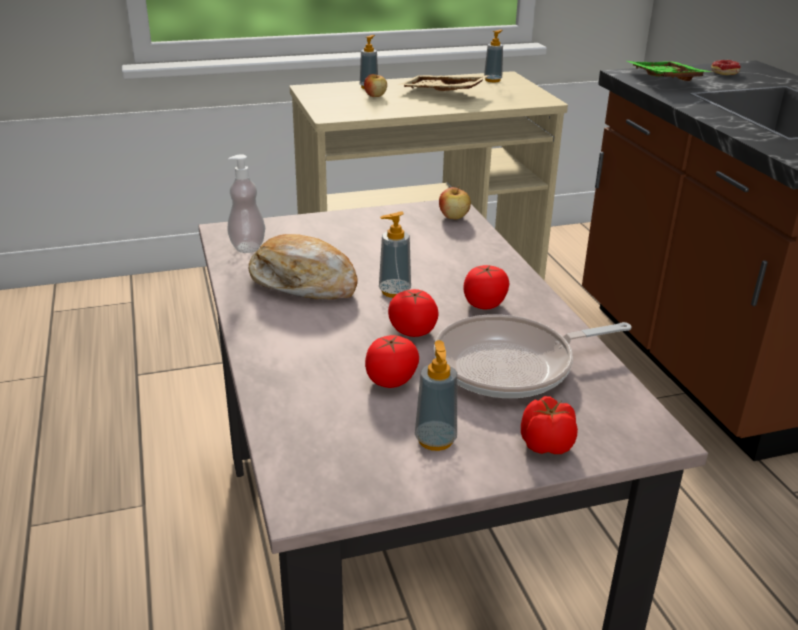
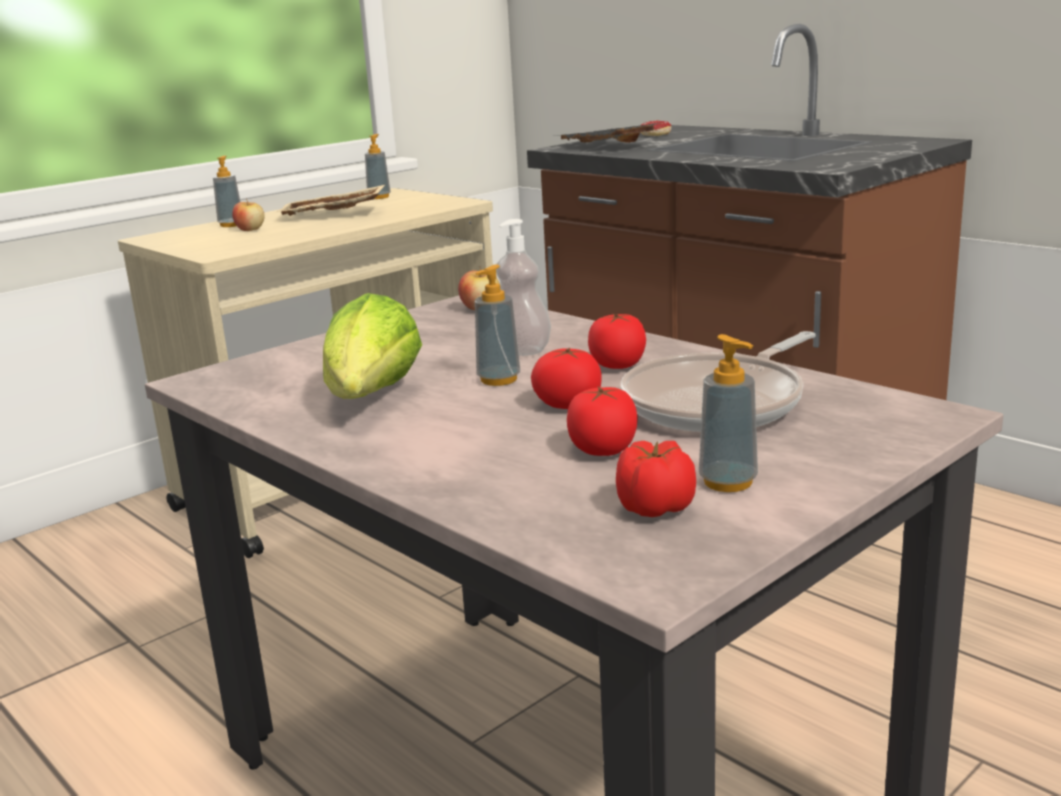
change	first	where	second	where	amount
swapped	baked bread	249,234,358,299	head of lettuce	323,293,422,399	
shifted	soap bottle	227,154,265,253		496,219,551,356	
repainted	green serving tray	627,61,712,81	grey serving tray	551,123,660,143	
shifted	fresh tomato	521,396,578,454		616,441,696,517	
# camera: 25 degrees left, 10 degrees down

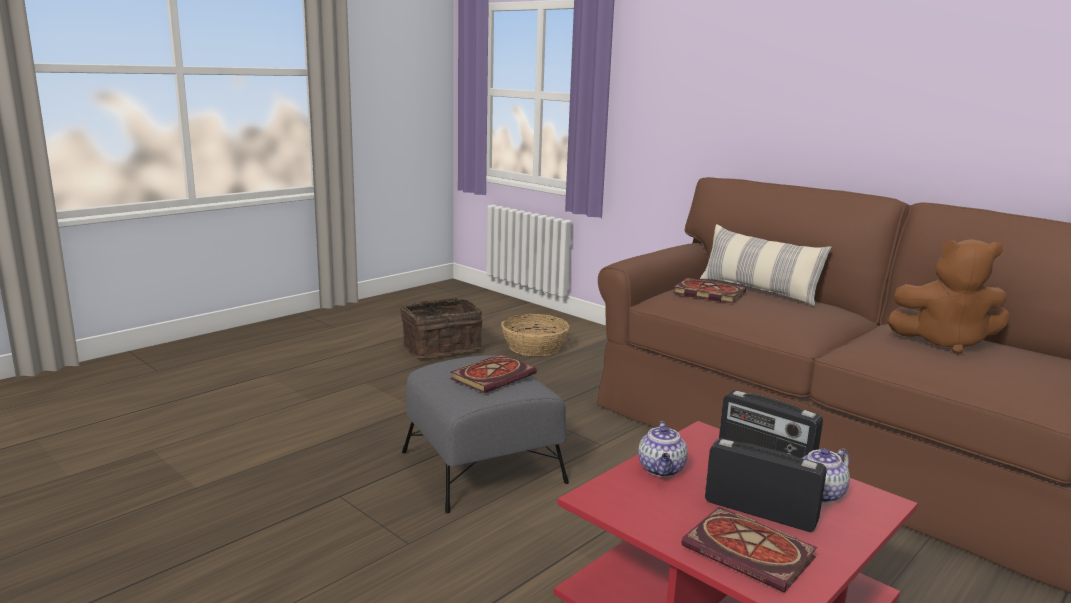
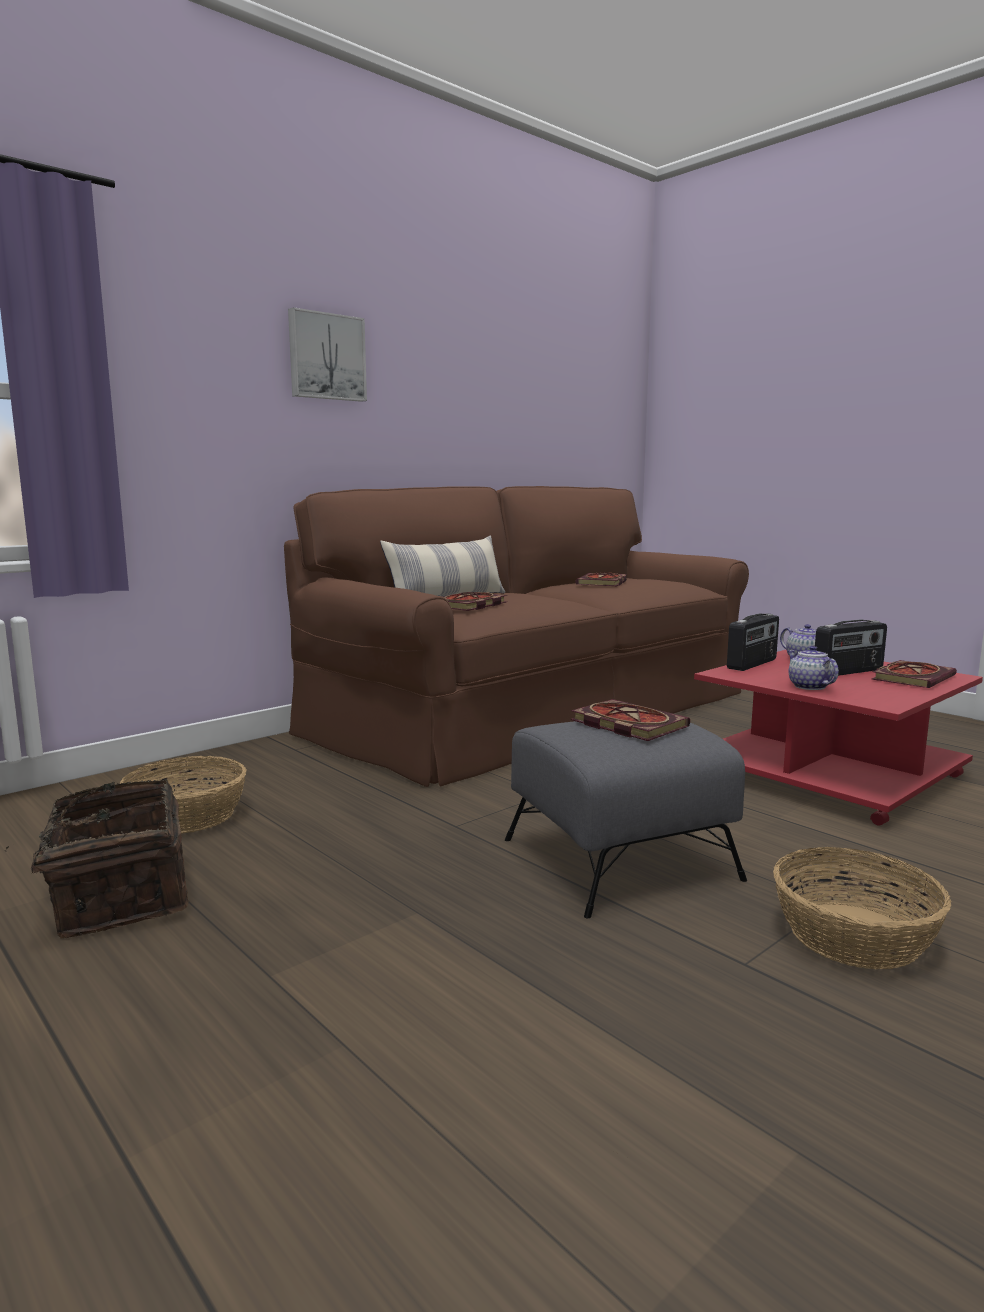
change	first	where	second	where	amount
new			wall picture	288,307,367,402	
swapped	brownish plush toy	887,239,1011,354	volume	576,572,627,586	
new			storage basket	773,847,951,969	
rotated	pot for tea	638,421,688,477		787,646,839,690	120 degrees counterclockwise
rotated	radio set	705,438,827,532		815,620,887,676	150 degrees counterclockwise
# camera: 85 degrees left, 5 degrees down

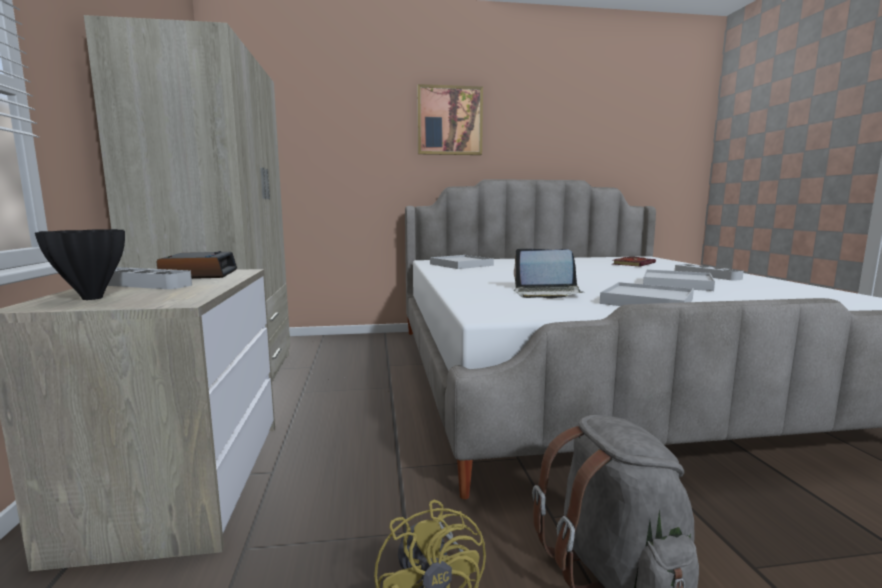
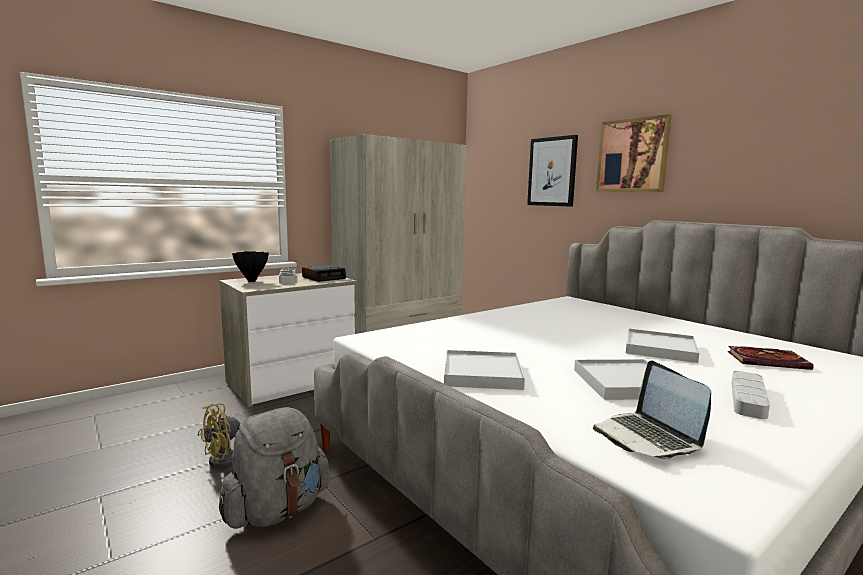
change	first	where	second	where	amount
new			wall picture	527,135,578,207	
shifted	notebook computer	514,249,582,299		593,361,711,460	
shifted	whitish serving tray	430,255,494,269		626,329,699,363	
# camera: 60 degrees right, 0 degrees up

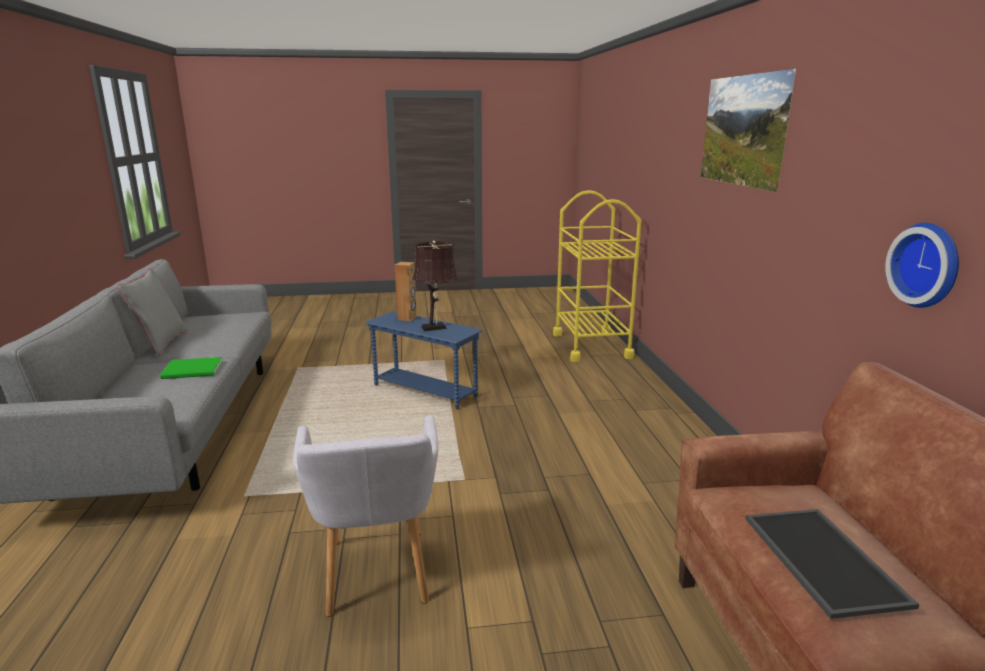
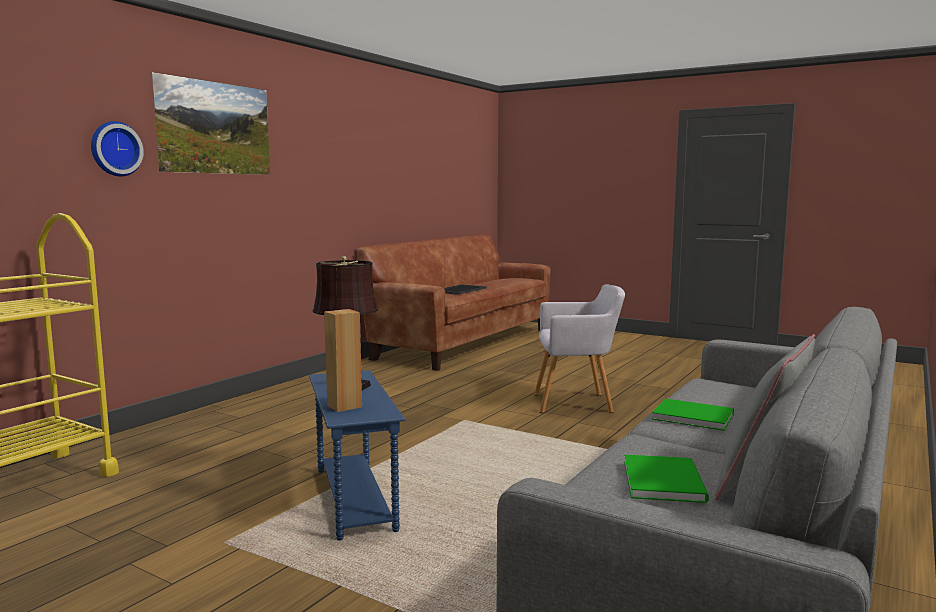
change	first	where	second	where	amount
shifted	clock on the wall	885,223,959,308		91,121,144,177	
rotated	grey lounge chair	293,415,438,617		534,284,625,413	60 degrees clockwise
new			green volume	624,454,709,503	
# camera: 140 degrees left, 10 degrees down

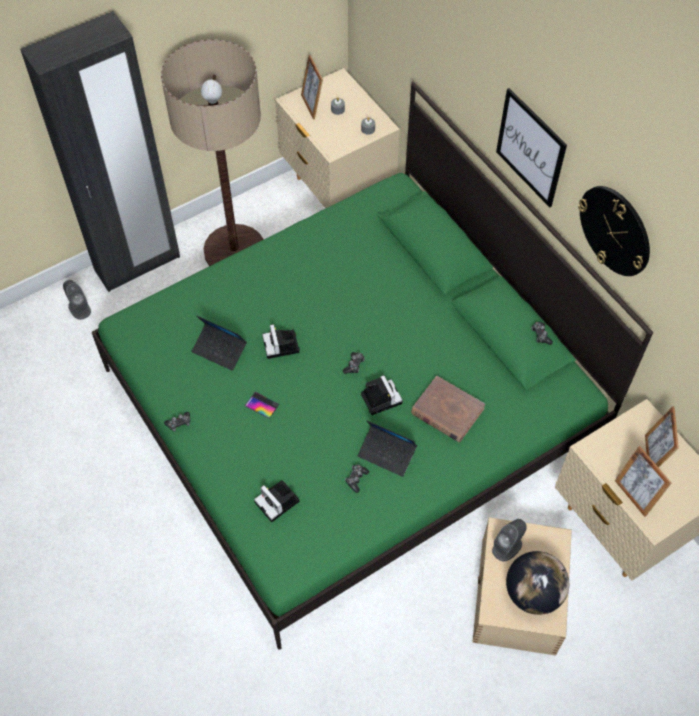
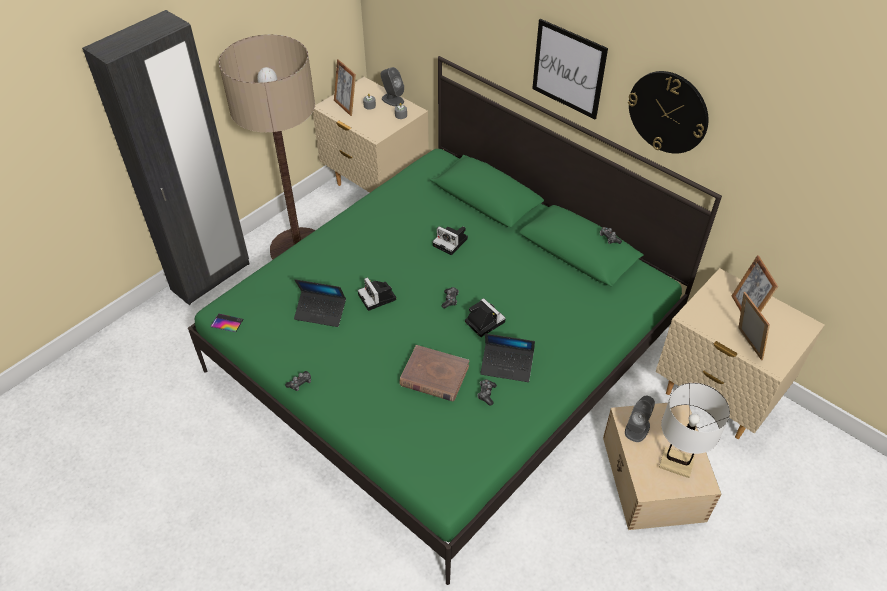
change	first	where	second	where	amount
shifted	handset	245,392,279,418		210,314,243,332	
shifted	grey loudspeaker	63,280,91,320		381,67,404,107	
shifted	brownish volume	411,376,485,442		399,345,469,402	
shifted	photo camera	254,480,299,522		432,226,468,255	
swapped	world globe	506,551,569,615	whitish tabletop lamp	659,383,730,478	
rotated	photo frame	615,446,671,517		738,292,770,360	150 degrees counterclockwise
# camera: 15 degrees left, 10 degrees down

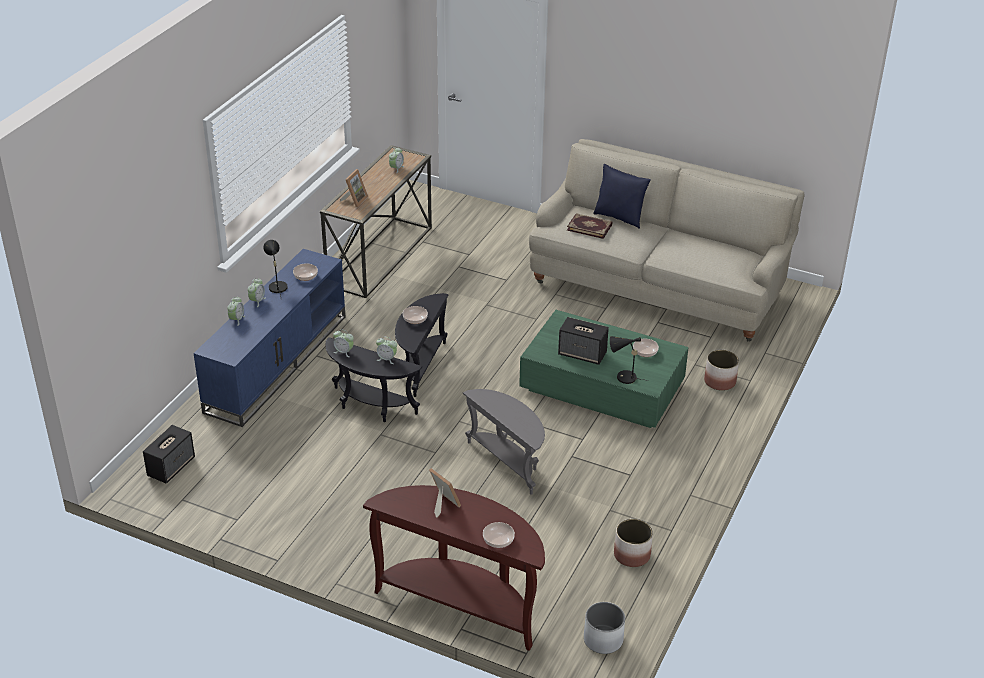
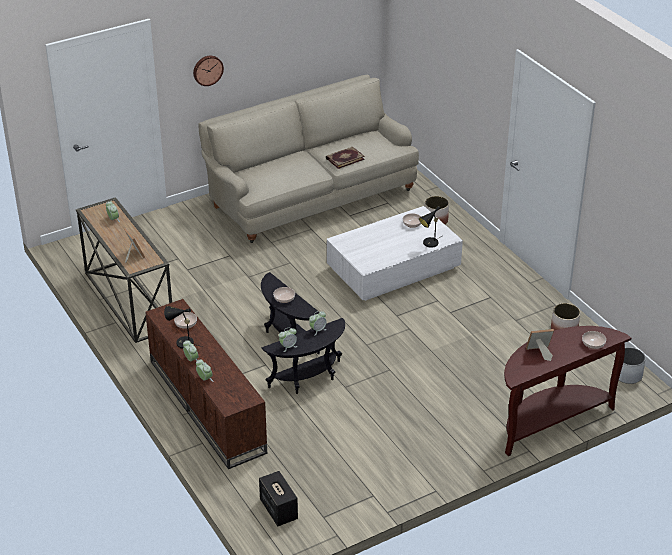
change	first	where	second	where	amount
repainted	blue tv unit	193,249,346,427	brownish tv unit	146,299,267,469	
new			clock on the wall	193,56,224,86	
shifted	volume	567,213,612,239		326,147,365,169	
repainted	green low table	519,310,688,428	whitish low table	327,206,463,301	
gone	grey accent table	463,389,545,495			
gone	loudspeaker	558,317,609,365			
gone	blue pillow	593,164,651,229			
# camera: 55 degrees left, 0 degrees up

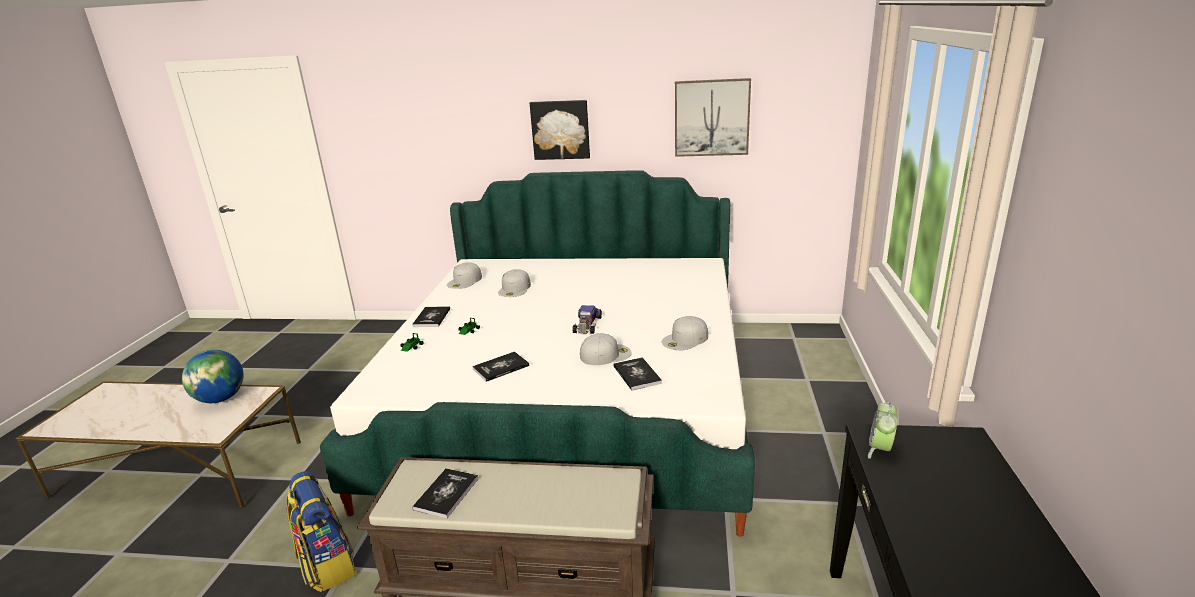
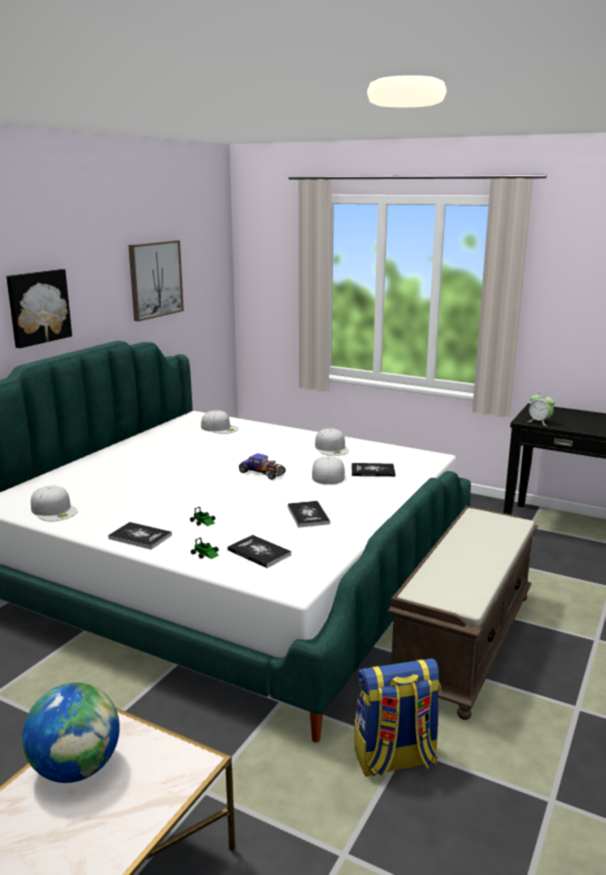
change	first	where	second	where	amount
shifted	whitish cap	498,269,531,297		201,410,239,434	
shifted	volume	412,468,478,518		227,535,291,568	
# camera: 70 degrees left, 5 degrees down

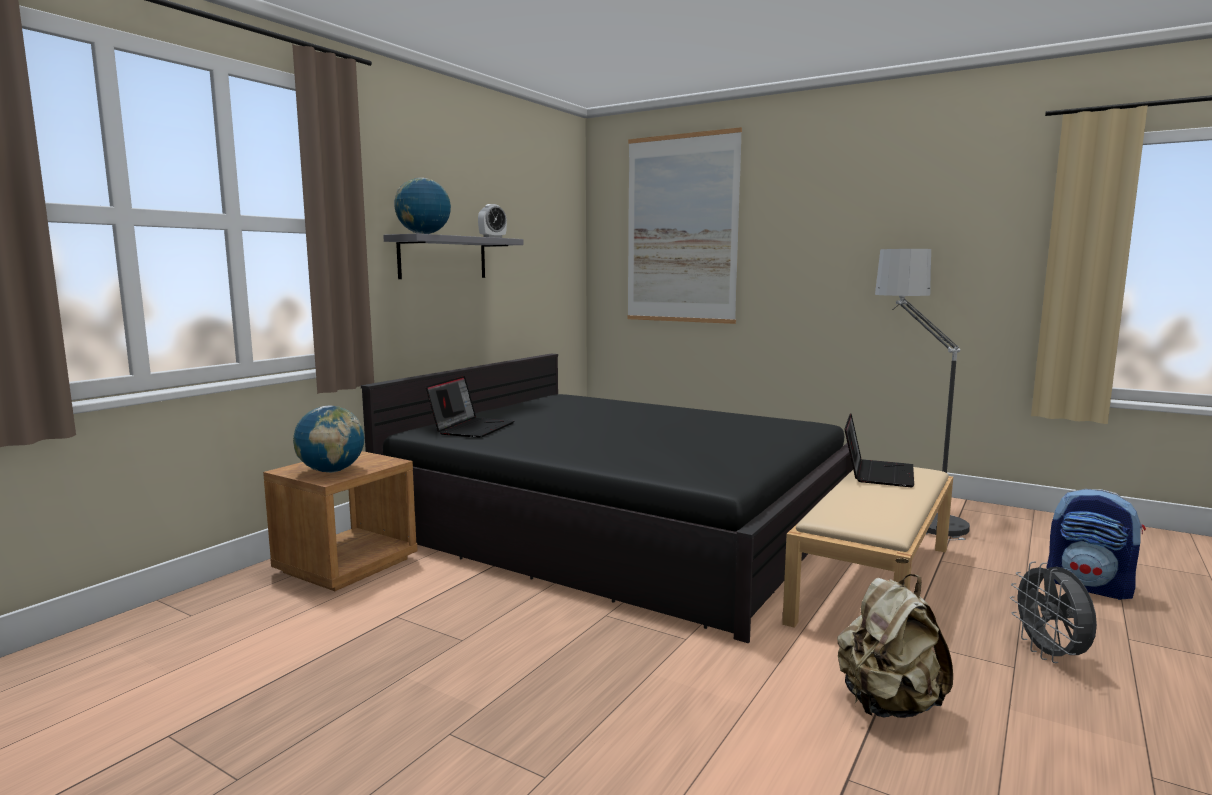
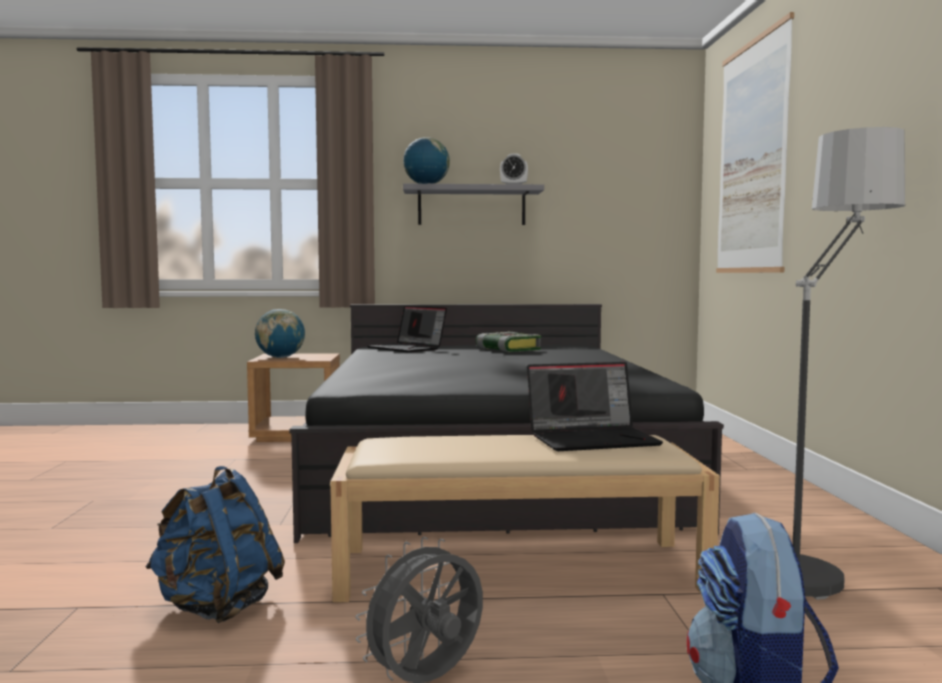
change	first	where	second	where	amount
repainted	beige backpack	837,574,953,718	blue backpack	146,466,285,623	
rotated	notebook computer	426,376,514,438		367,306,447,352	60 degrees clockwise
new			volume	476,332,541,352	
# camera: 55 degrees right, 5 degrees down

